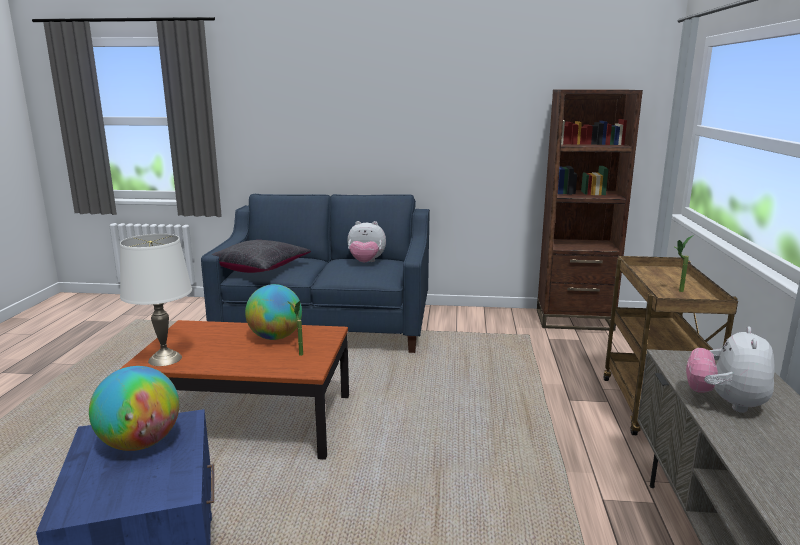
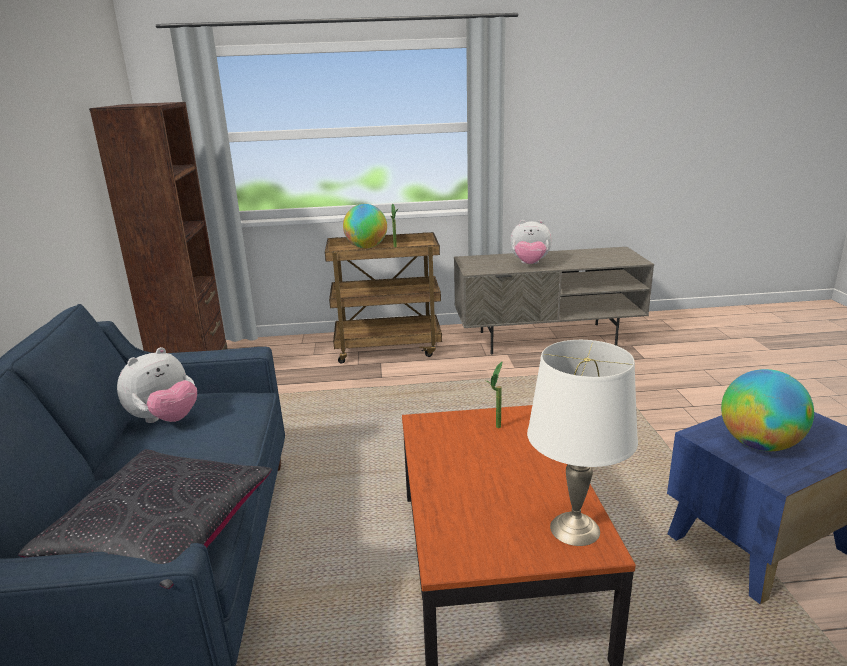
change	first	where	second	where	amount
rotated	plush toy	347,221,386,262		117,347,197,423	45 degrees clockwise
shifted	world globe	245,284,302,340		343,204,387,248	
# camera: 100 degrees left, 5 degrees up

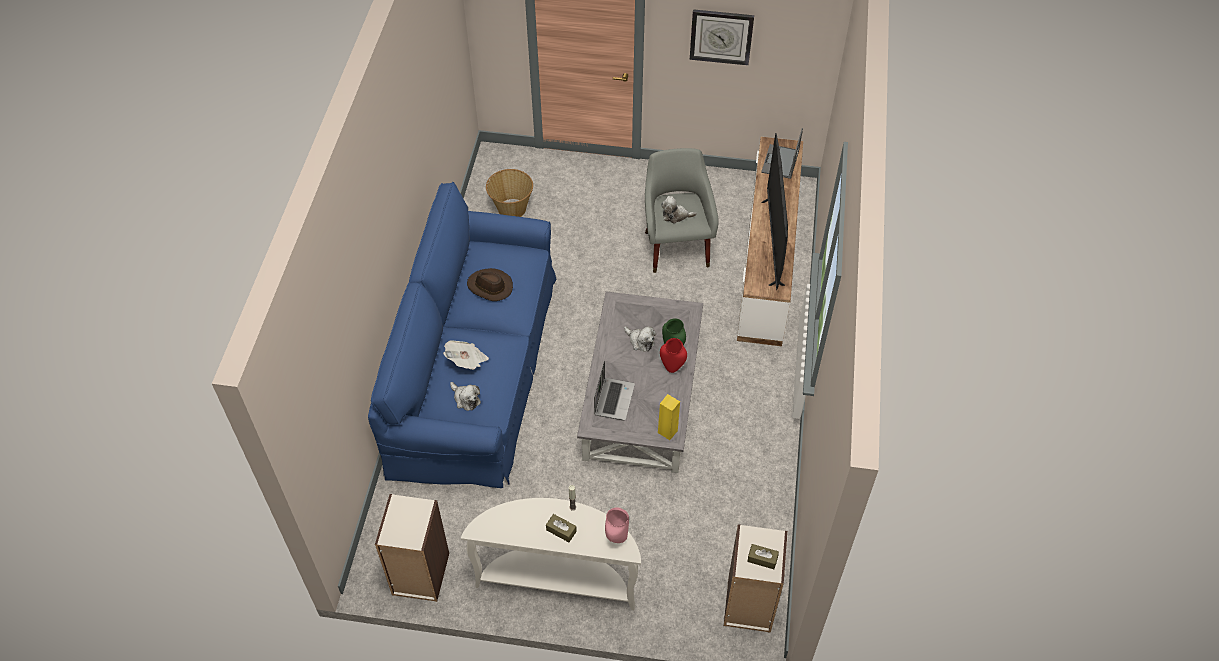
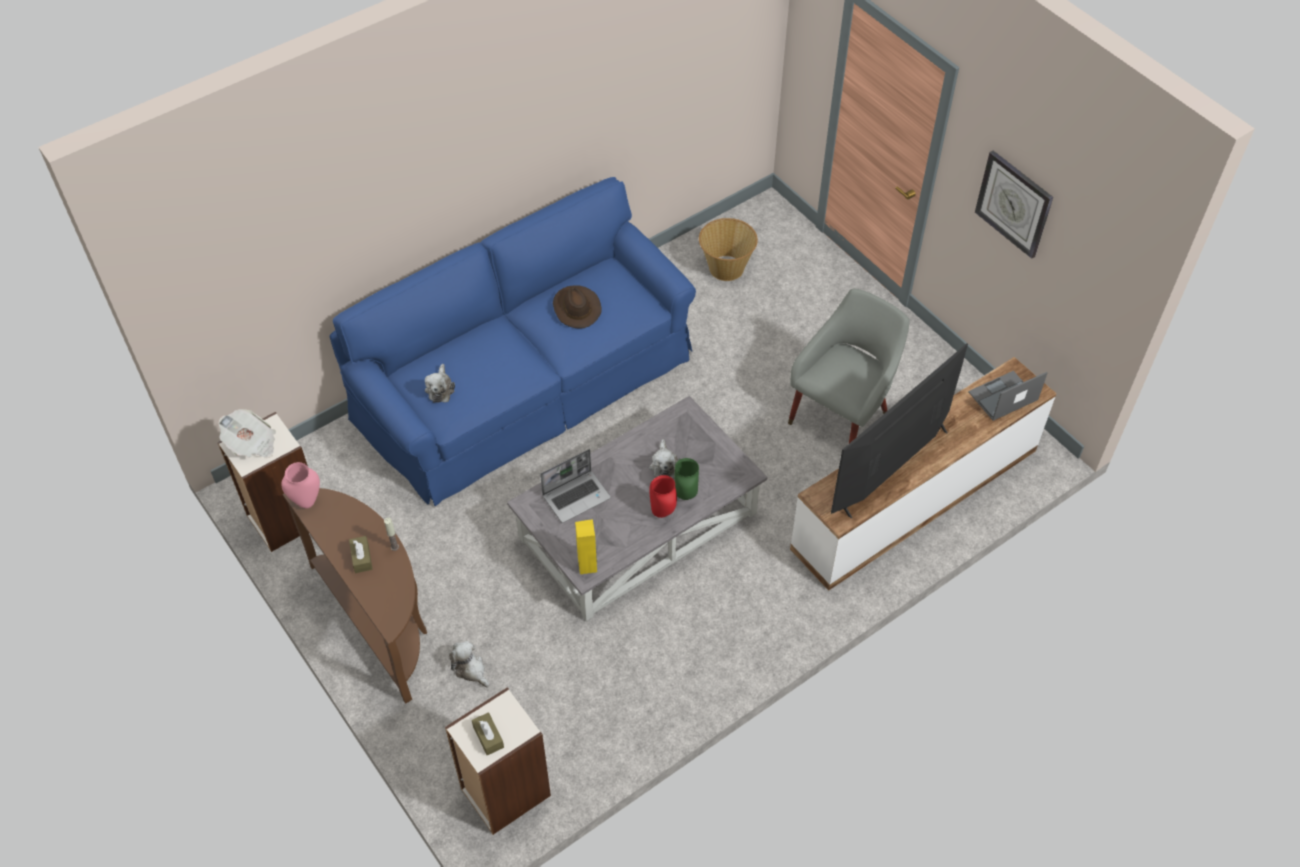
change	first	where	second	where	amount
shifted	printed paper	443,340,489,370		218,409,276,458	
shifted	pink decorative vase	605,507,629,543		281,462,320,508	
repainted	whitish hall table	461,498,641,610	brownish hall table	283,488,427,704	
shifted	plush toy	661,196,697,223		449,641,489,688	
# camera: 45 degrees right, 0 degrees up

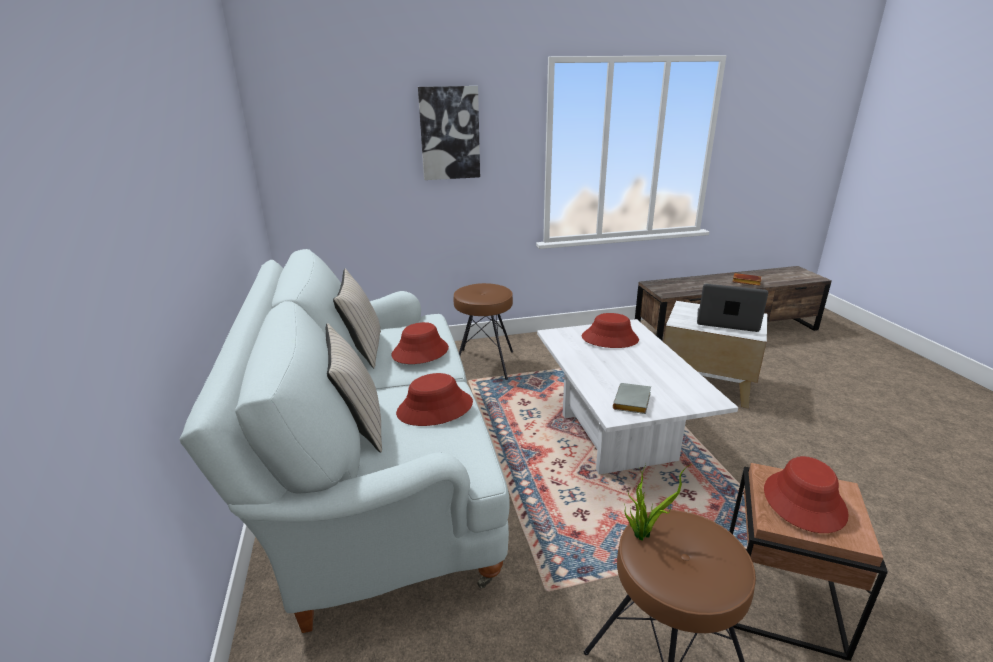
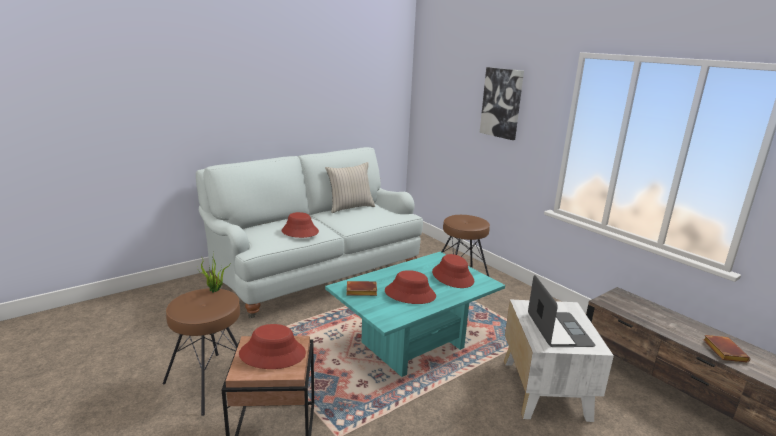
change	first	where	second	where	amount
repainted	whitish low table	537,319,738,475	blue-green low table	325,252,505,377	
repainted	grey volume	613,383,651,414	brownish volume	347,281,377,296	
shifted	red hat	391,322,449,364		385,270,436,304	
gone	beige pillow	326,323,382,453			
# camera: 65 degrees right, 5 degrees down

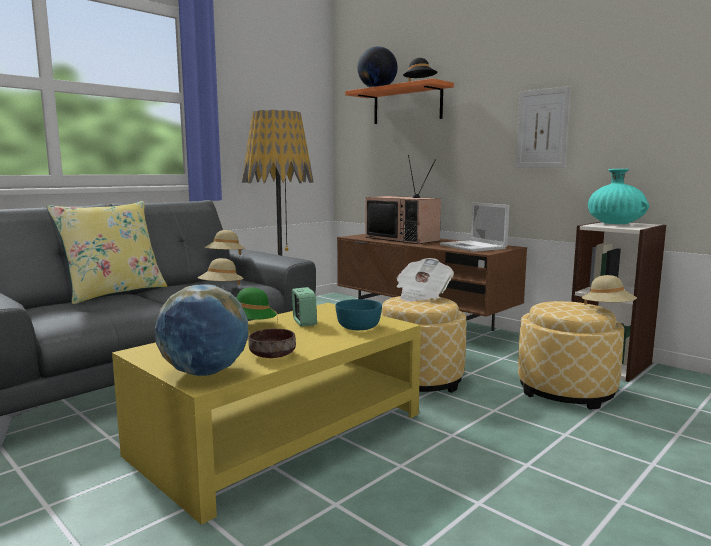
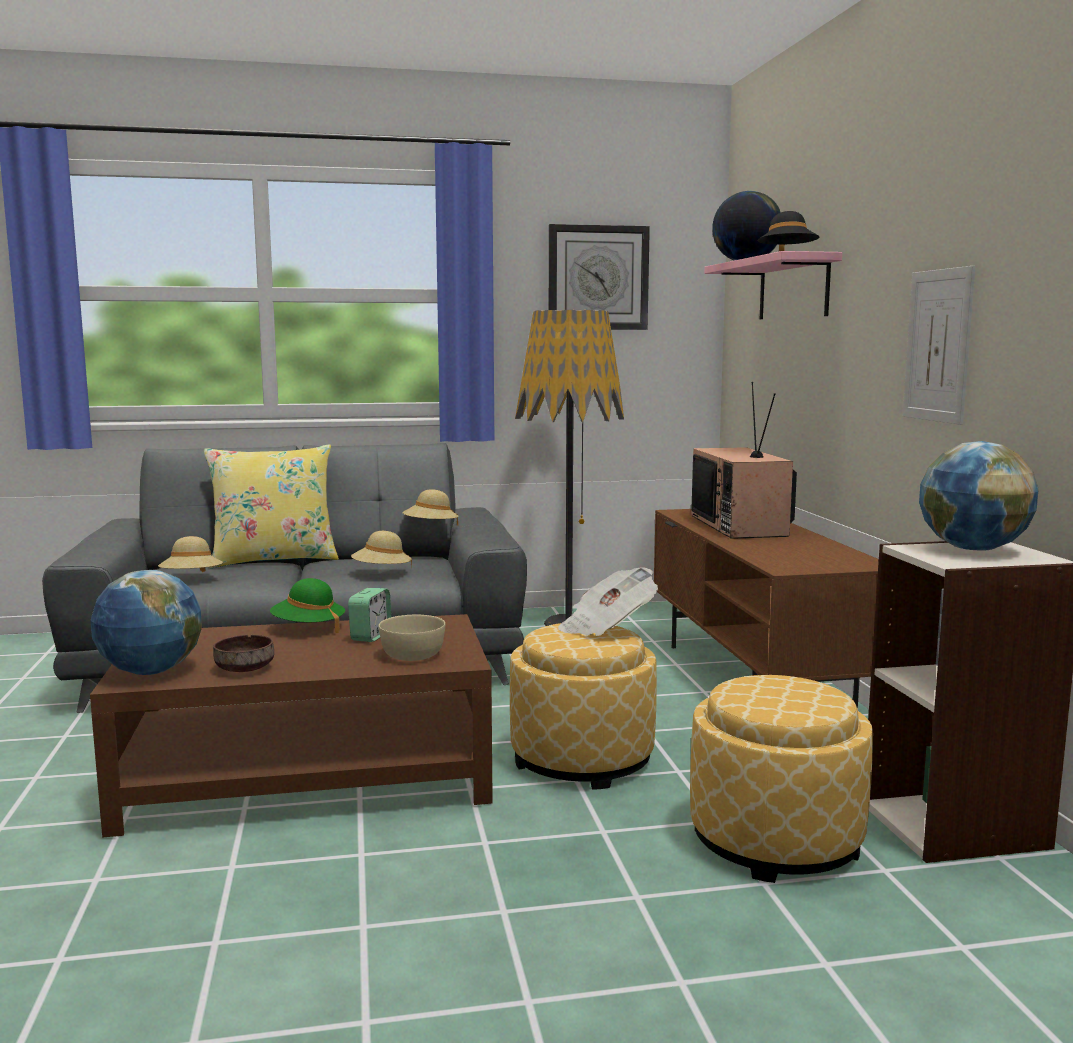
change	first	where	second	where	amount
repainted	yellow low table	112,303,421,525	brownish low table	90,614,493,838	
shifted	beige hat	582,275,637,305		158,536,223,572	
repainted	blue-green deep dish	335,299,382,330	beige deep dish	379,615,445,661	
new			clock on the wall	549,224,650,330	
repainted	orangey bracket shelf	345,78,454,124	pink bracket shelf	704,251,842,319	
swapped	blue-green decorative vase	588,169,649,224	world globe	919,441,1039,550	
gone	notebook computer	440,202,509,252			
# camera: 35 degrees right, 0 degrees up

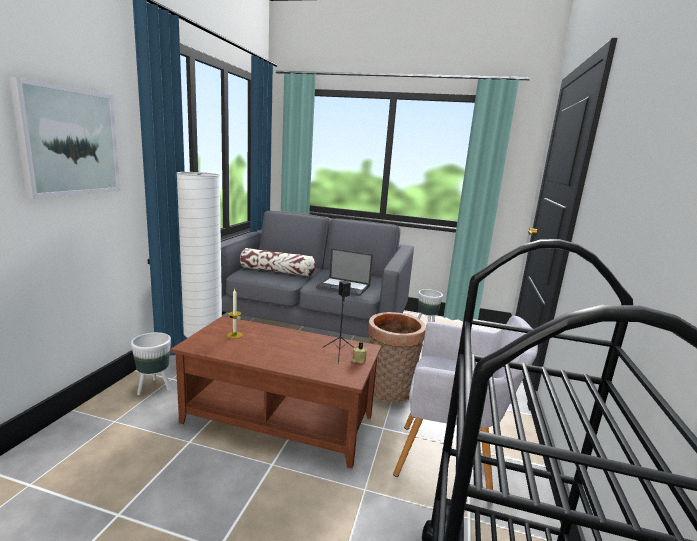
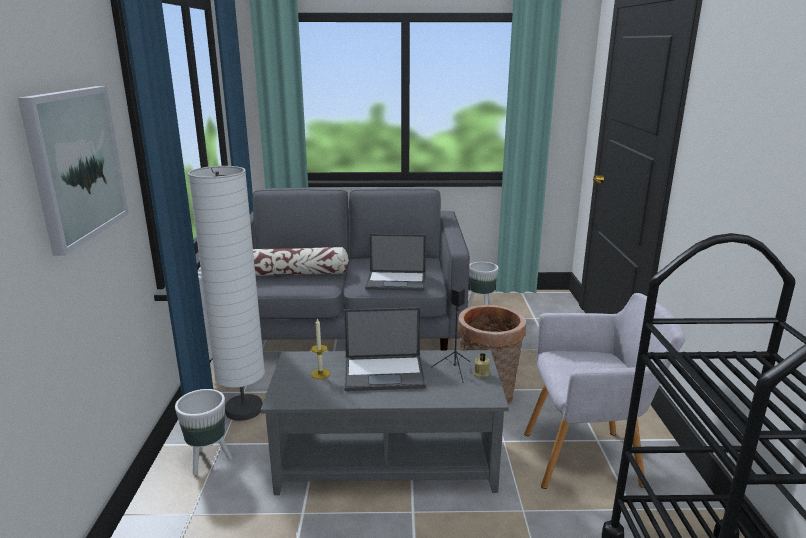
change	first	where	second	where	amount
repainted	brownish low table	171,316,381,468	grey low table	261,350,509,495	
new			notebook computer	344,307,426,391	
# camera: 15 degrees left, 5 degrees up

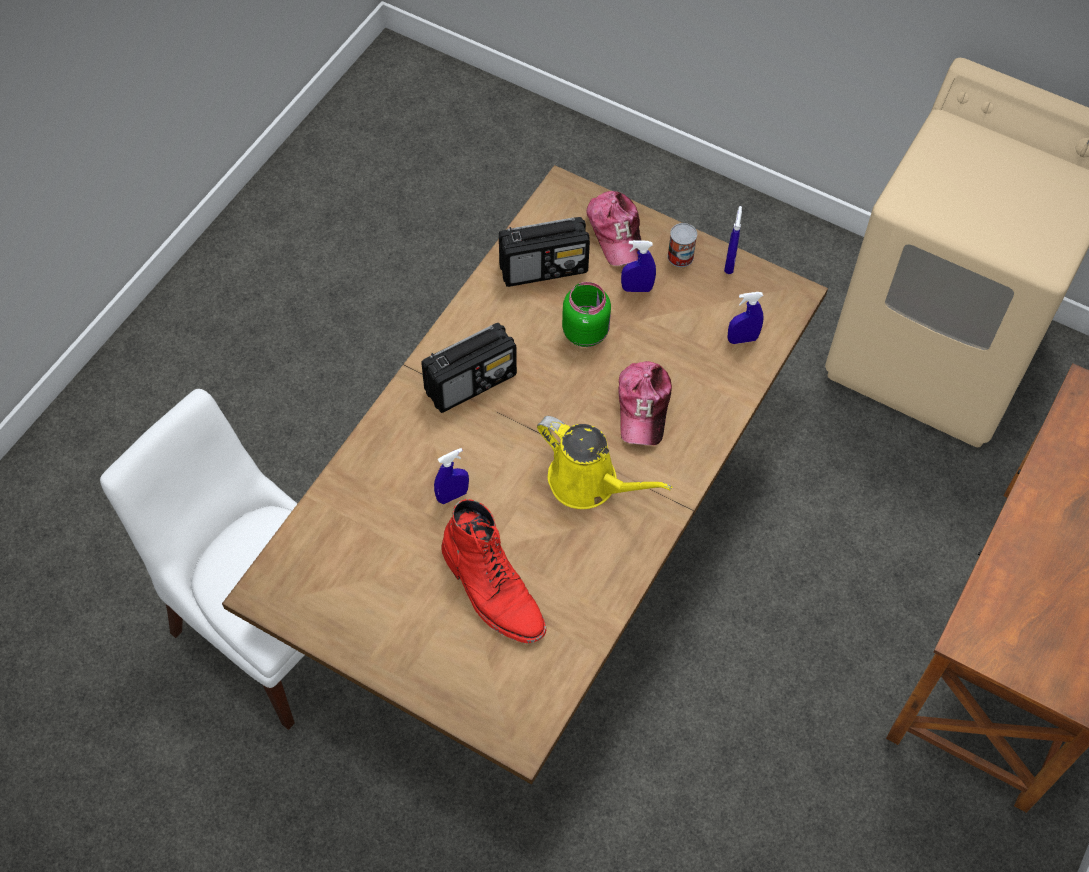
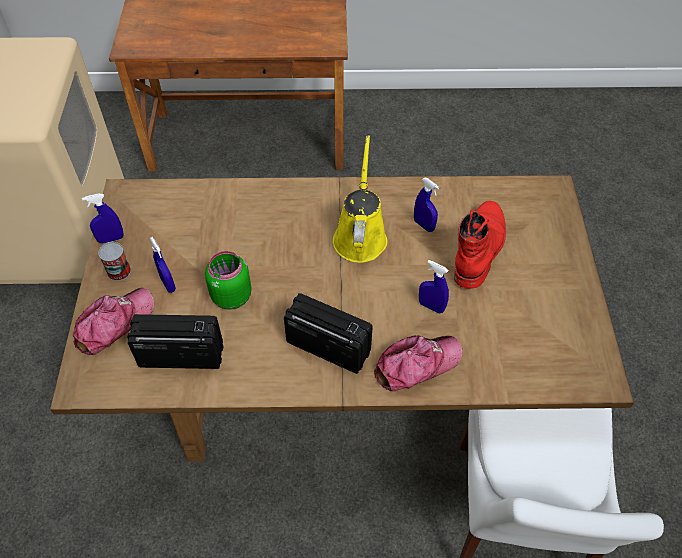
change	first	where	second	where	amount
rotated	radio set	499,217,590,287		127,314,223,369	45 degrees counterclockwise
shifted	cap	618,361,672,445		374,336,462,391	
shifted	blue spray bottle	728,292,763,344		414,178,439,232	
# camera: 120 degrees left, 5 degrees down

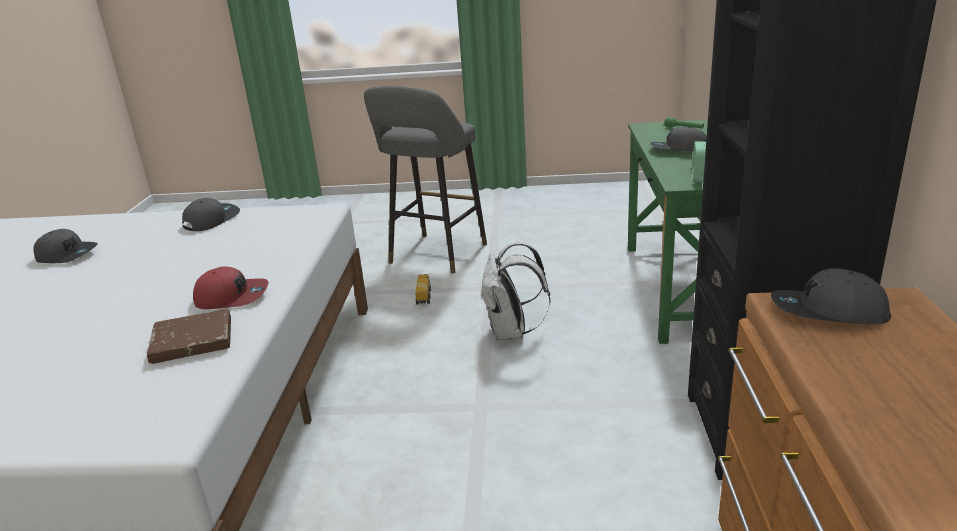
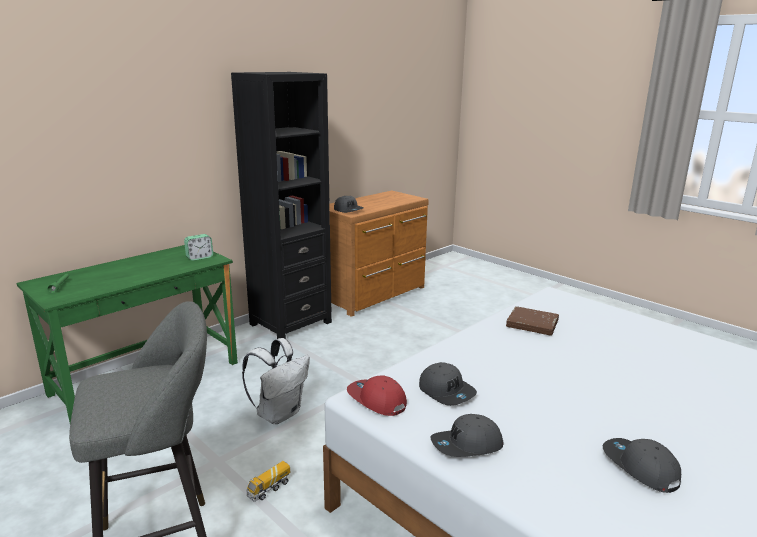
change	first	where	second	where	amount
shifted	red cap	193,267,268,309		347,375,407,416	
shifted	grey cap	650,126,707,151		419,362,477,406	
# camera: 140 degrees left, 5 degrees down

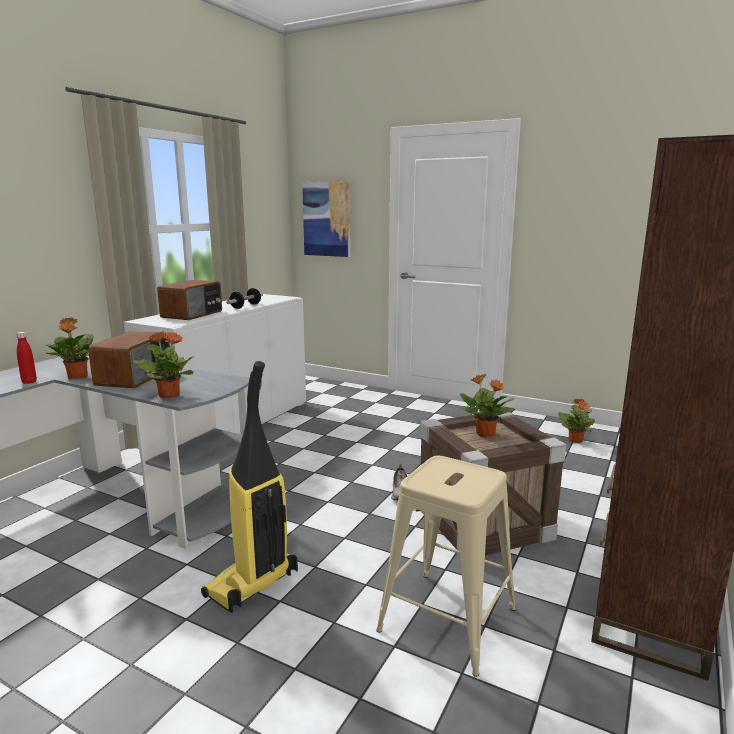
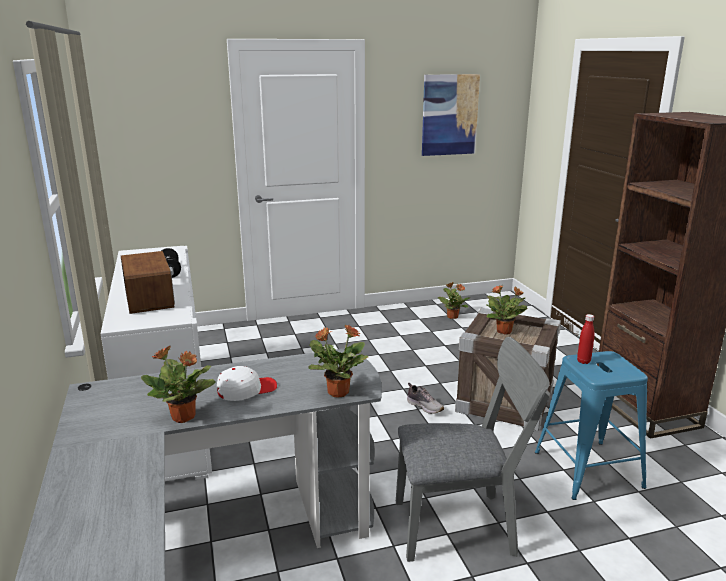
change	first	where	second	where	amount
swapped	radio set	88,331,170,388	whitish cap	217,366,277,401	
swapped	hoover	201,361,298,613	grey plain chair	396,337,550,562	
shifted	wall picture	302,181,351,257		422,74,480,156	
repainted	beige sitting stool	376,456,516,677	blue sitting stool	535,351,648,500	
shifted	red drink bottle	16,332,37,384		577,314,594,364	
# camera: 45 degrees left, 5 degrees up

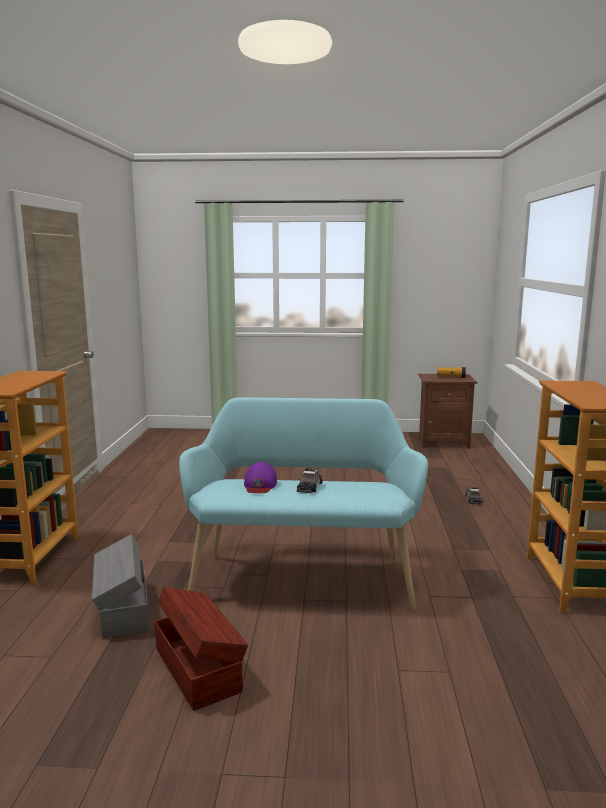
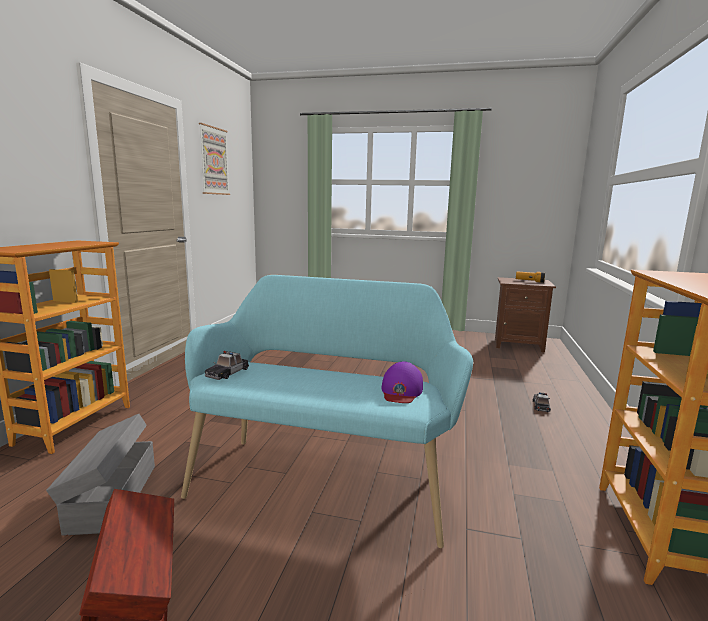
change	first	where	second	where	amount
new			wall picture	199,123,230,195	
shifted	toy car	297,468,323,493		205,351,249,380	
shifted	purplish cap	244,462,277,493		381,362,423,403	
# camera: 10 degrees right, 0 degrees up

